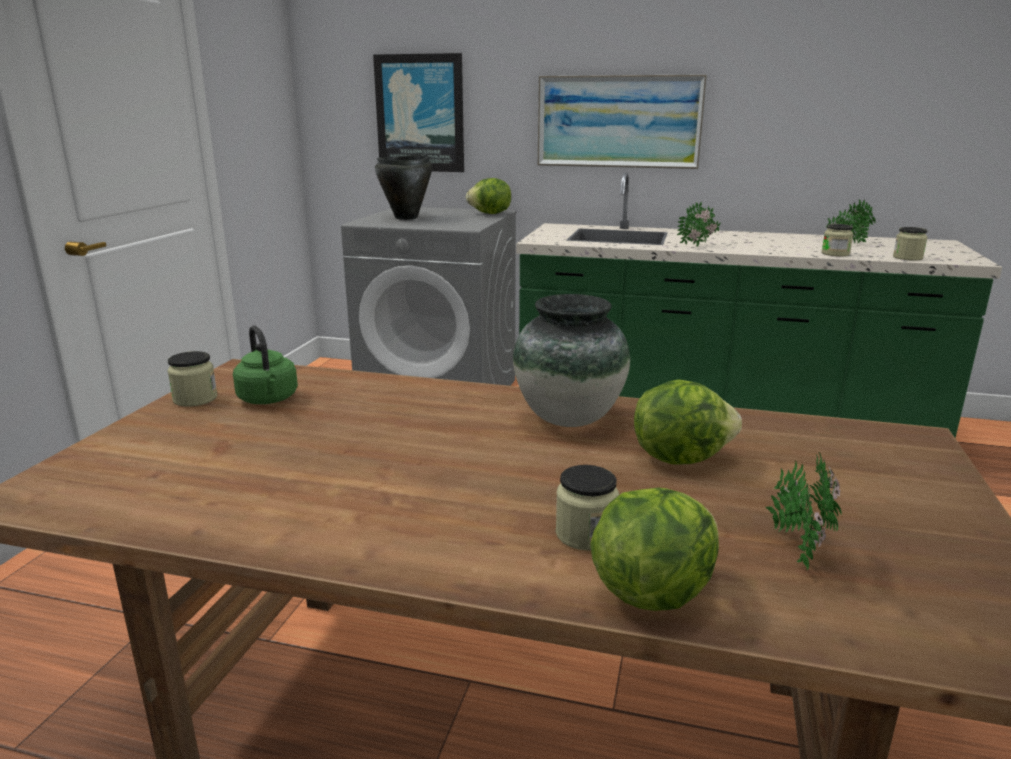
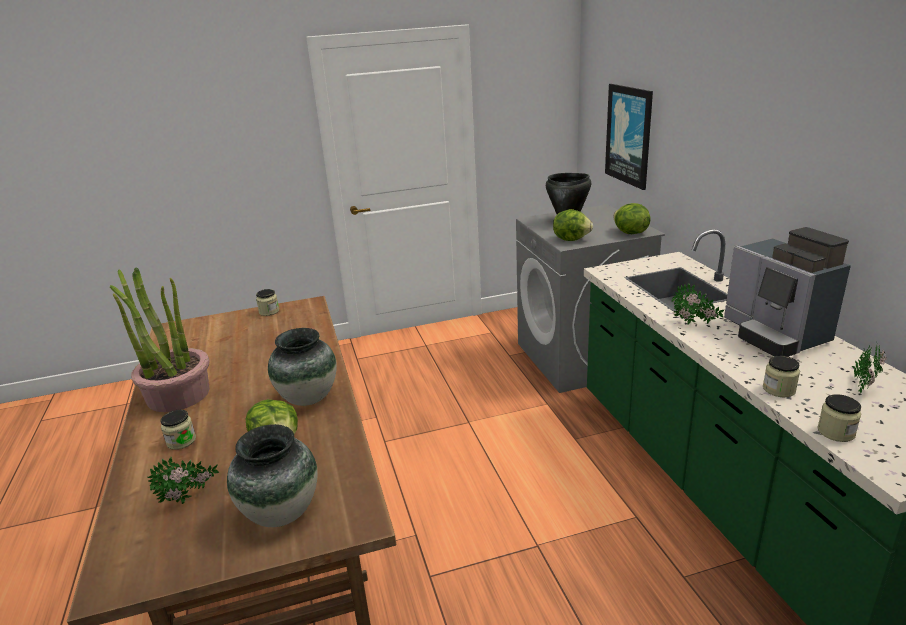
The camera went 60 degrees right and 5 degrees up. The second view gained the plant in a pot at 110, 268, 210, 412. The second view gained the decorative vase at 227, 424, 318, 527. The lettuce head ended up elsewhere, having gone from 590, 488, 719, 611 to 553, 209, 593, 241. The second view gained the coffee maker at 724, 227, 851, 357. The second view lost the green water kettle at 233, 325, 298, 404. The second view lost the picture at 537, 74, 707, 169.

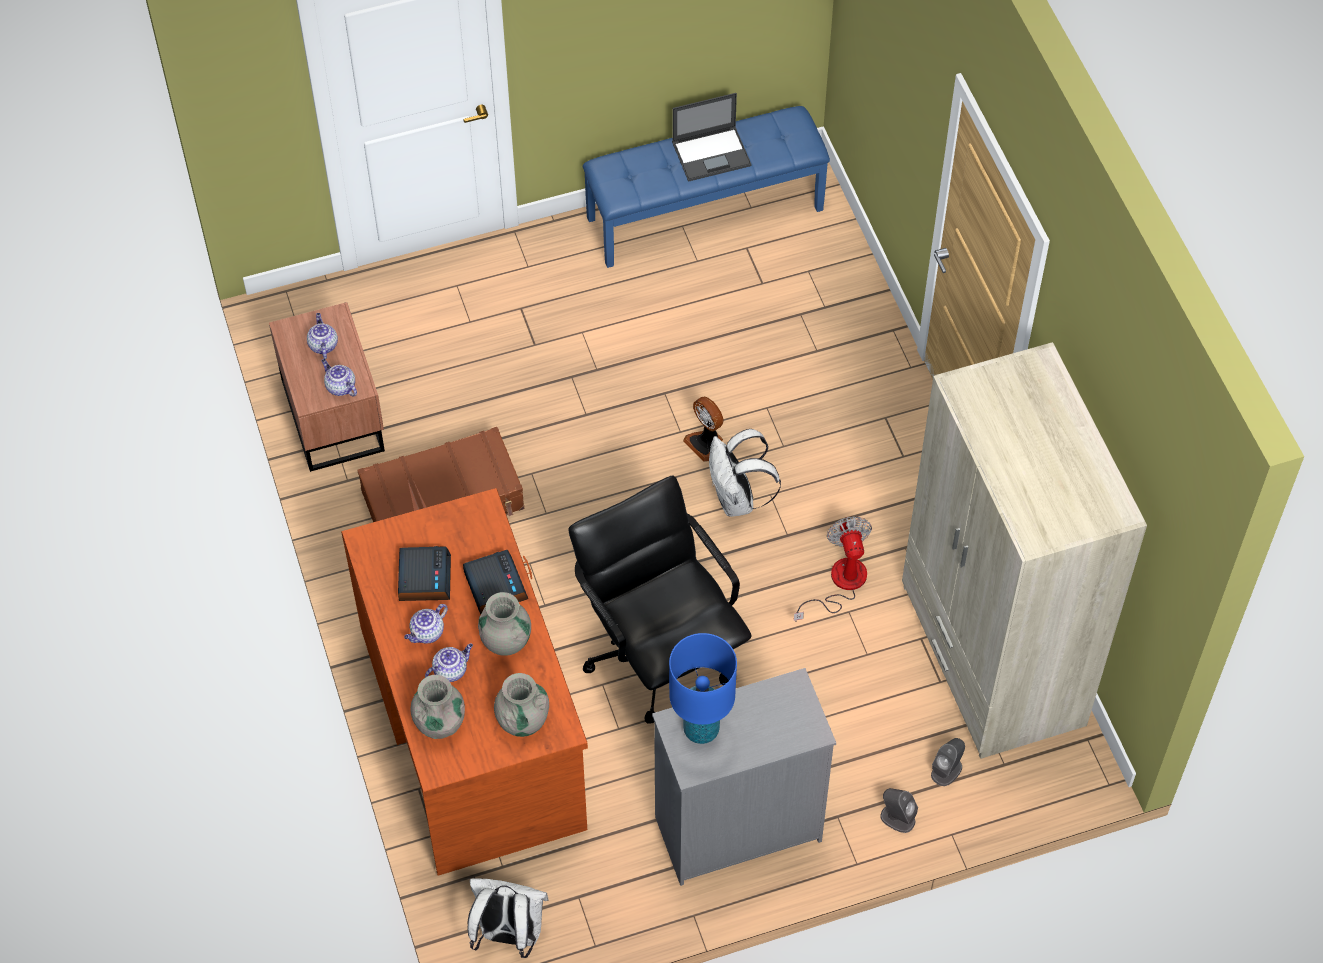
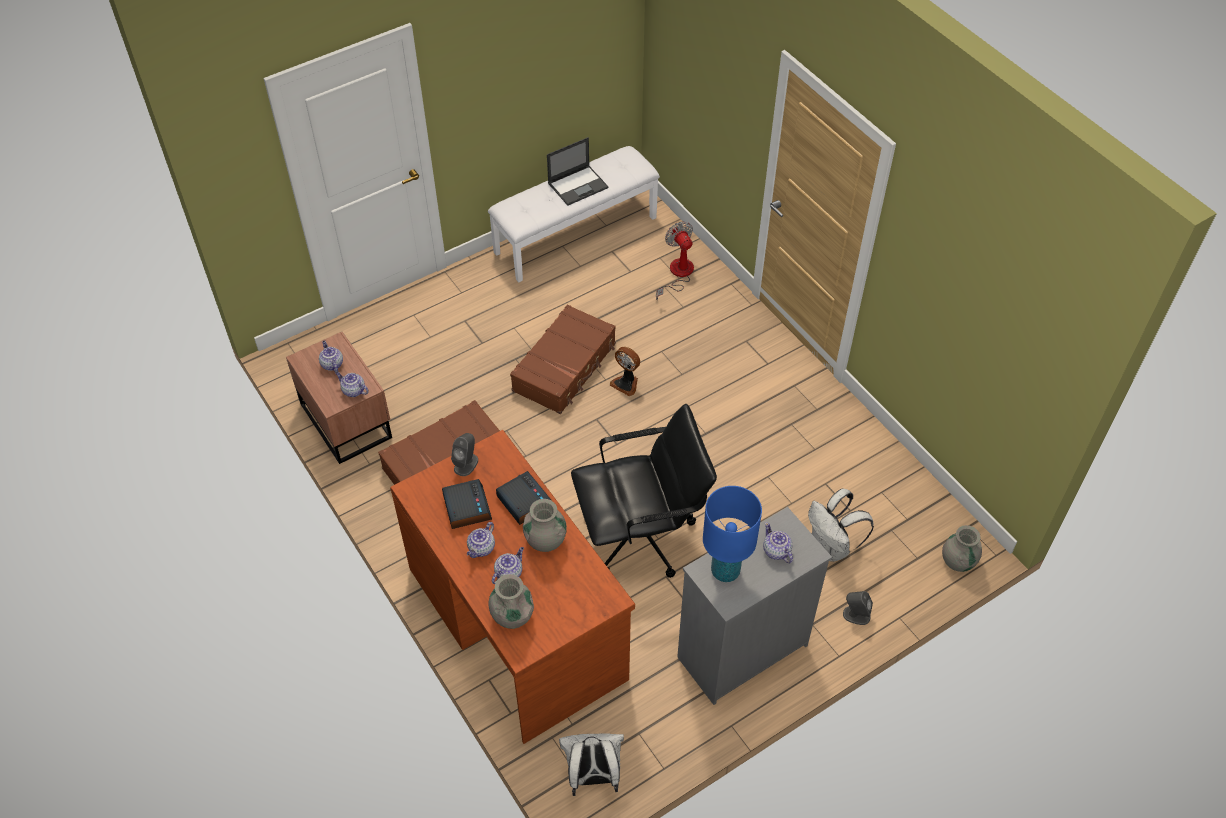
The camera went 15 degrees left and 5 degrees down. The greyish loudspeaker ended up elsewhere, having gone from 931, 738, 965, 786 to 451, 433, 478, 476. What was the blue-coloured bench at 583, 106, 830, 268 turned into the white bench at 488, 146, 660, 282. The second view gained the brown travel case at 510, 304, 616, 414. The blackish computer chair at 569, 475, 752, 724 ended up facing another way, 120 degrees clockwise from before. The fan ended up elsewhere, having gone from 794, 517, 872, 622 to 656, 222, 694, 300. The second view gained the teapot at 763, 522, 793, 563. The white backpack ended up elsewhere, having gone from 709, 429, 781, 517 to 808, 489, 874, 562. The greyish decorative vase ended up elsewhere, having gone from 494, 673, 549, 737 to 942, 525, 982, 572. The second view lost the sand-coloured wardrobe at 902, 342, 1147, 759.

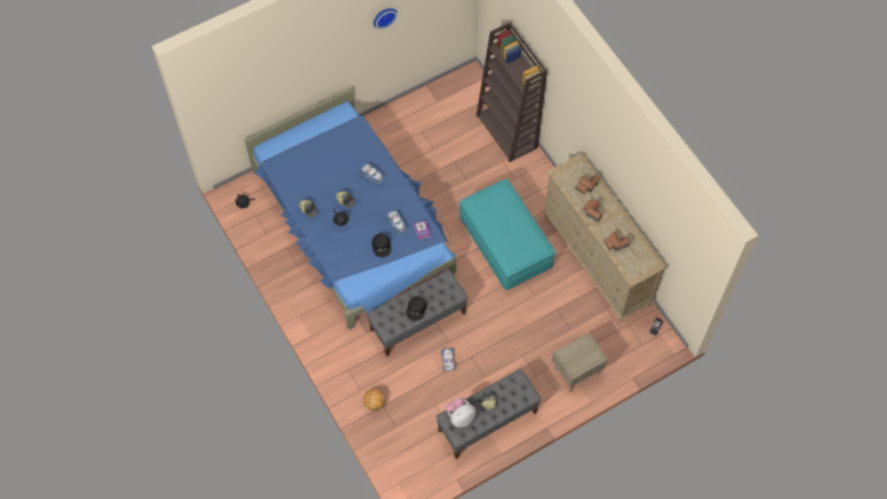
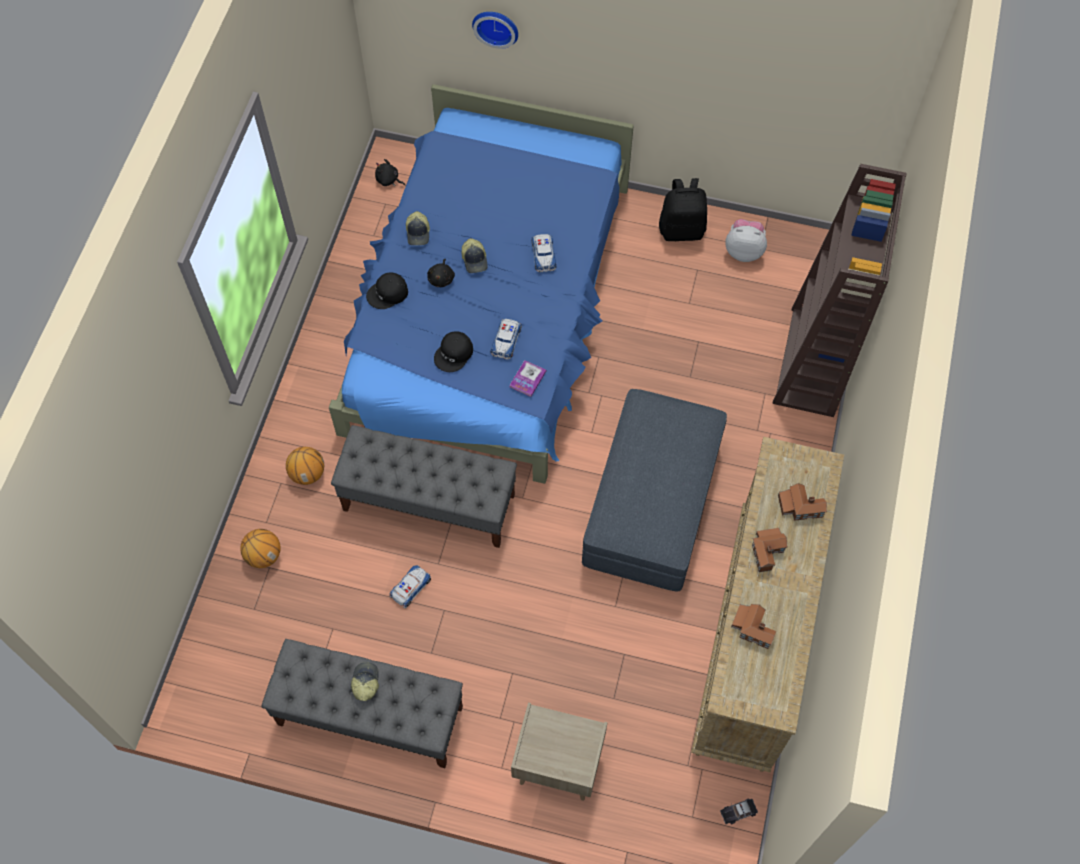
The camera went 45 degrees right and 0 degrees up. The second view gained the basketball at 286, 447, 324, 485. The blackish peaked cap ended up elsewhere, having gone from 406, 297, 427, 321 to 366, 273, 408, 309. The wall clock ended up elsewhere, having gone from 373, 8, 398, 29 to 472, 12, 518, 49. What was the turquoise-coloured ottoman at 460, 179, 555, 290 turned into the greyish ottoman at 582, 389, 727, 592. The second view gained the blackish backpack at 659, 178, 707, 241. The cuddly toy ended up elsewhere, having gone from 446, 398, 476, 428 to 725, 219, 767, 262.

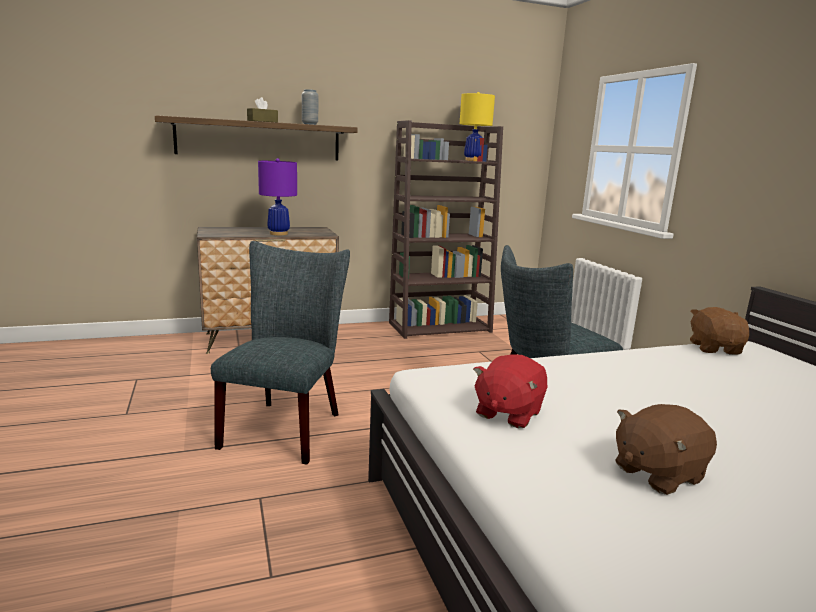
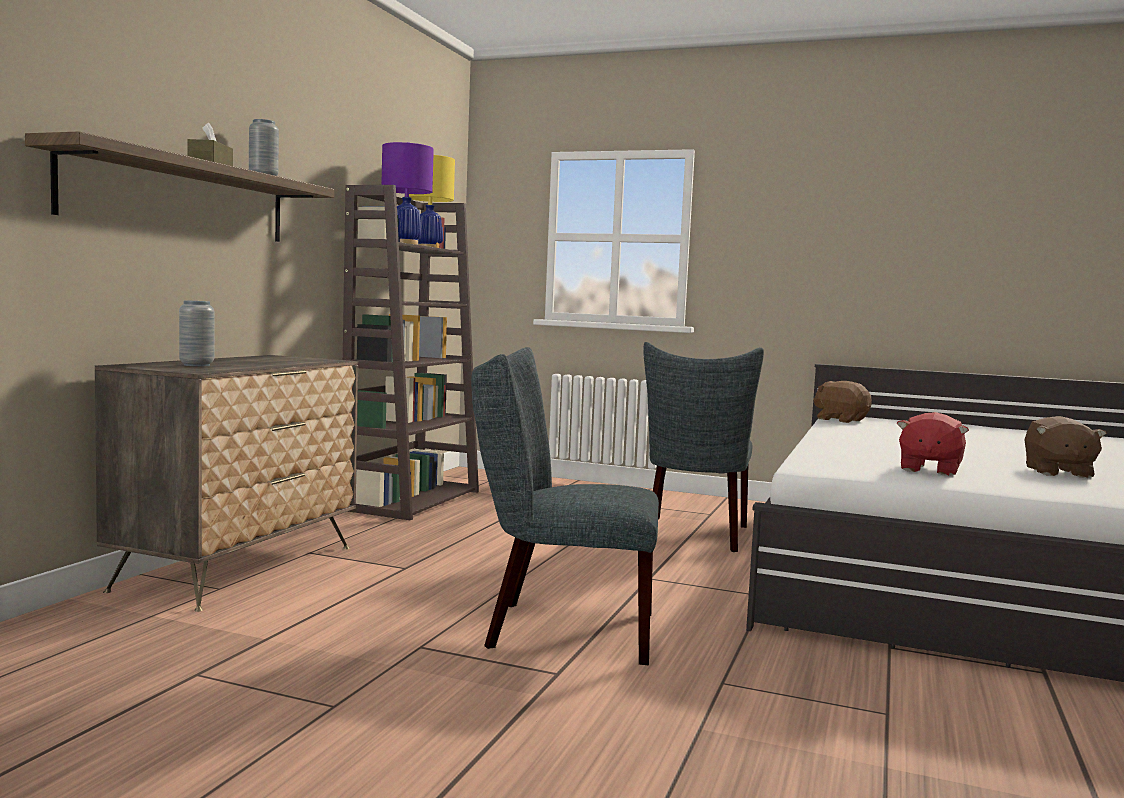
The camera went 50 degrees left and 10 degrees down. The second view gained the greyish decorative vase at 179, 300, 214, 367. The purple-coloured tabletop lamp ended up elsewhere, having gone from 258, 158, 297, 235 to 381, 142, 434, 245. The greyish upright chair at 211, 241, 350, 464 ended up facing another way, 45 degrees counterclockwise from before. The reddish cuddly toy at 473, 354, 548, 428 ended up facing another way, 45 degrees clockwise from before.

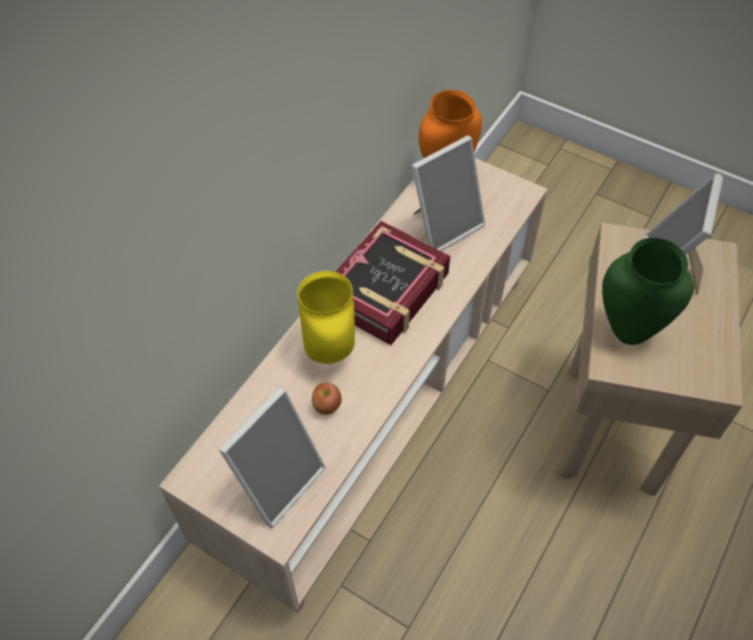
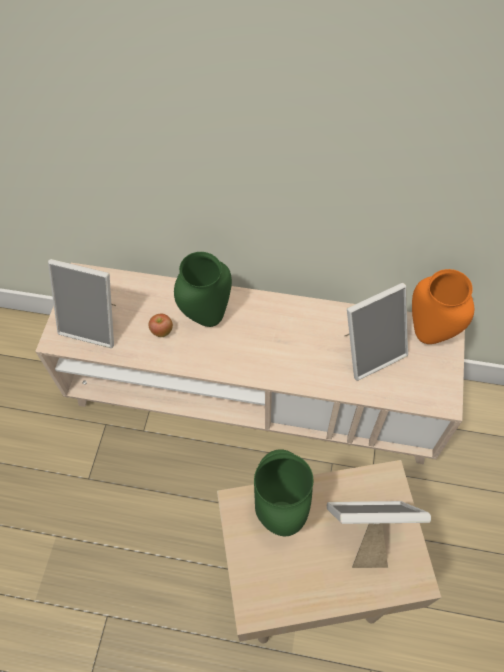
The camera went 70 degrees right and 5 degrees up. What was the yellow-coloured decorative vase at 297, 271, 355, 364 turned into the green decorative vase at 174, 252, 232, 327. The standing frame at 412, 135, 485, 251 ended up facing another way, 60 degrees counterclockwise from before. The second view lost the volume at 336, 221, 450, 345.

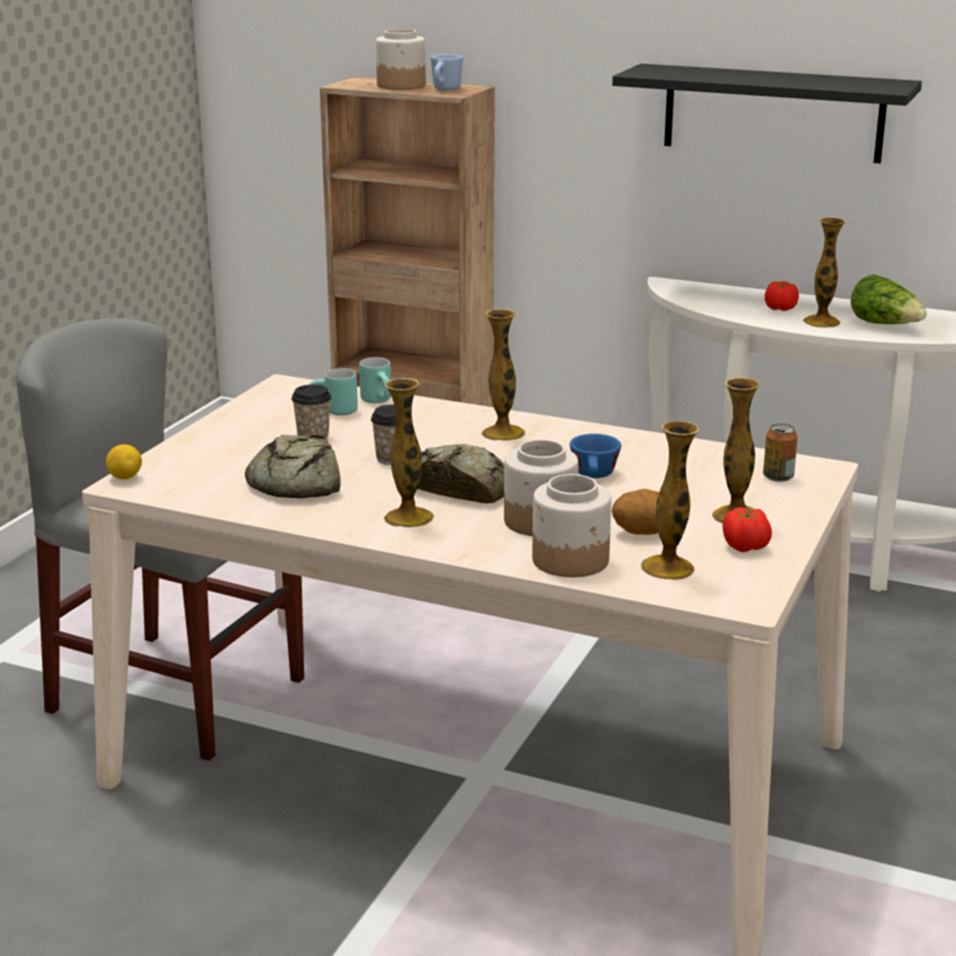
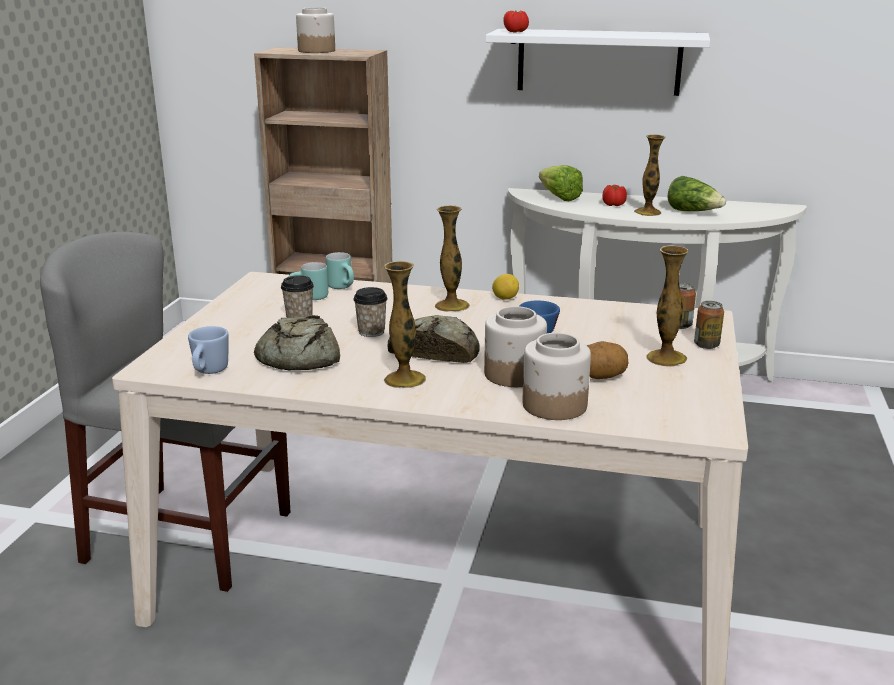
The camera went 10 degrees left and 0 degrees up. The blue-coloured coffee mug ended up elsewhere, having gone from 431, 54, 463, 90 to 188, 326, 229, 374. What was the blackish bracket shelf at 612, 64, 922, 163 turned into the white bracket shelf at 485, 29, 710, 96. The whole lemon ended up elsewhere, having gone from 106, 444, 142, 480 to 492, 274, 519, 300. The whole tomato ended up elsewhere, having gone from 723, 507, 772, 552 to 503, 10, 529, 33. The second view gained the lettuce head at 539, 165, 583, 201. The second view gained the can at 694, 301, 724, 349. The second view lost the decorative vase at 641, 421, 699, 580.

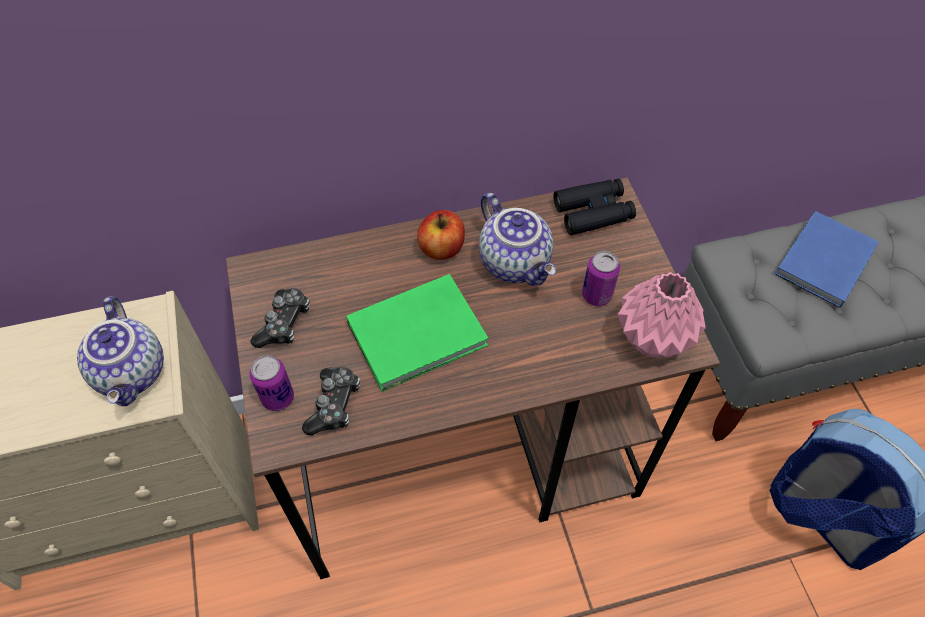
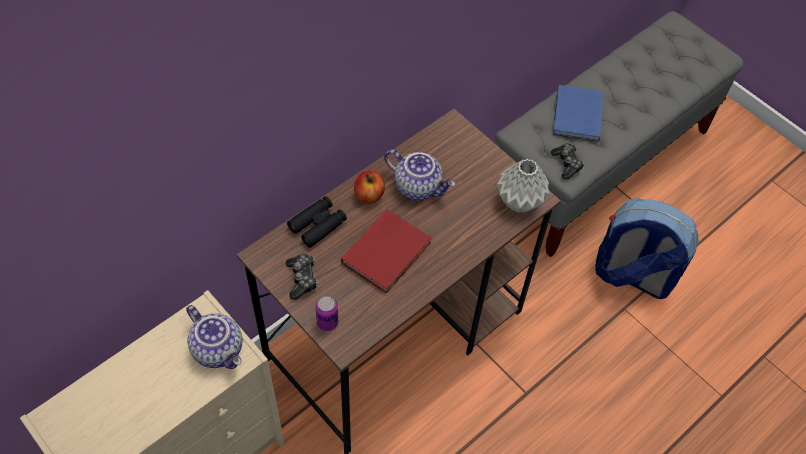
The camera went 30 degrees left and 0 degrees up. The blackish field glasses ended up elsewhere, having gone from 553, 179, 636, 235 to 287, 196, 347, 248. What was the green volume at 346, 274, 489, 392 turned into the reddish volume at 341, 209, 432, 294. What was the pink-coloured decorative vase at 618, 272, 706, 358 turned into the greyish decorative vase at 497, 159, 549, 213. The gamepad ended up elsewhere, having gone from 302, 367, 360, 435 to 551, 143, 584, 180. The second view lost the can at 582, 251, 620, 306.

